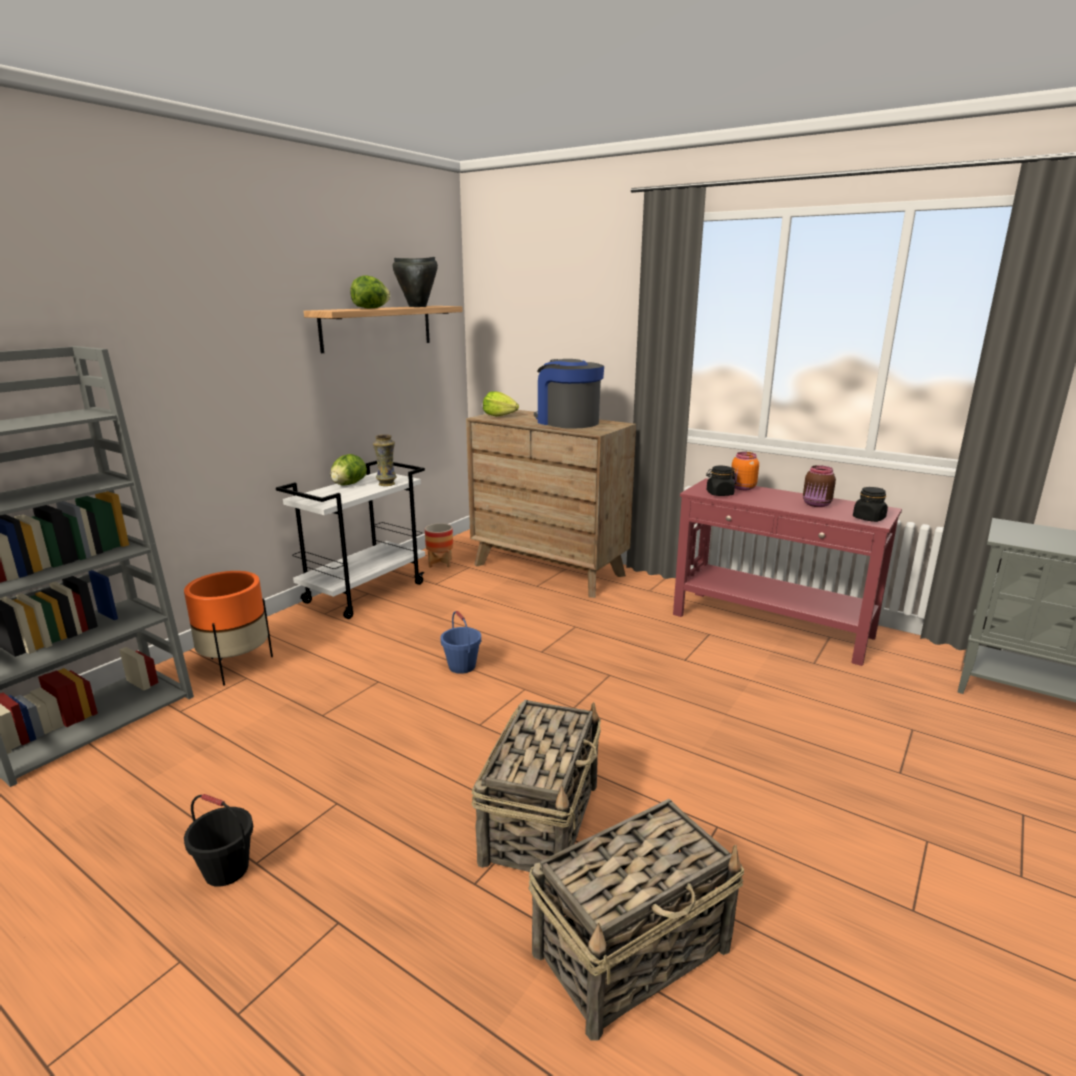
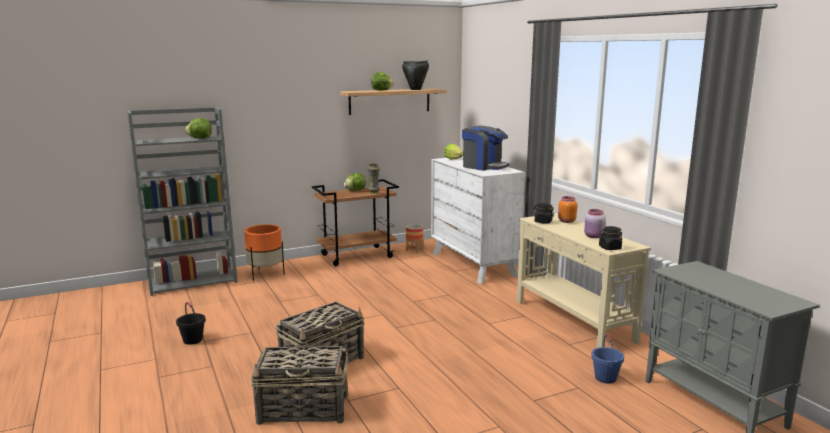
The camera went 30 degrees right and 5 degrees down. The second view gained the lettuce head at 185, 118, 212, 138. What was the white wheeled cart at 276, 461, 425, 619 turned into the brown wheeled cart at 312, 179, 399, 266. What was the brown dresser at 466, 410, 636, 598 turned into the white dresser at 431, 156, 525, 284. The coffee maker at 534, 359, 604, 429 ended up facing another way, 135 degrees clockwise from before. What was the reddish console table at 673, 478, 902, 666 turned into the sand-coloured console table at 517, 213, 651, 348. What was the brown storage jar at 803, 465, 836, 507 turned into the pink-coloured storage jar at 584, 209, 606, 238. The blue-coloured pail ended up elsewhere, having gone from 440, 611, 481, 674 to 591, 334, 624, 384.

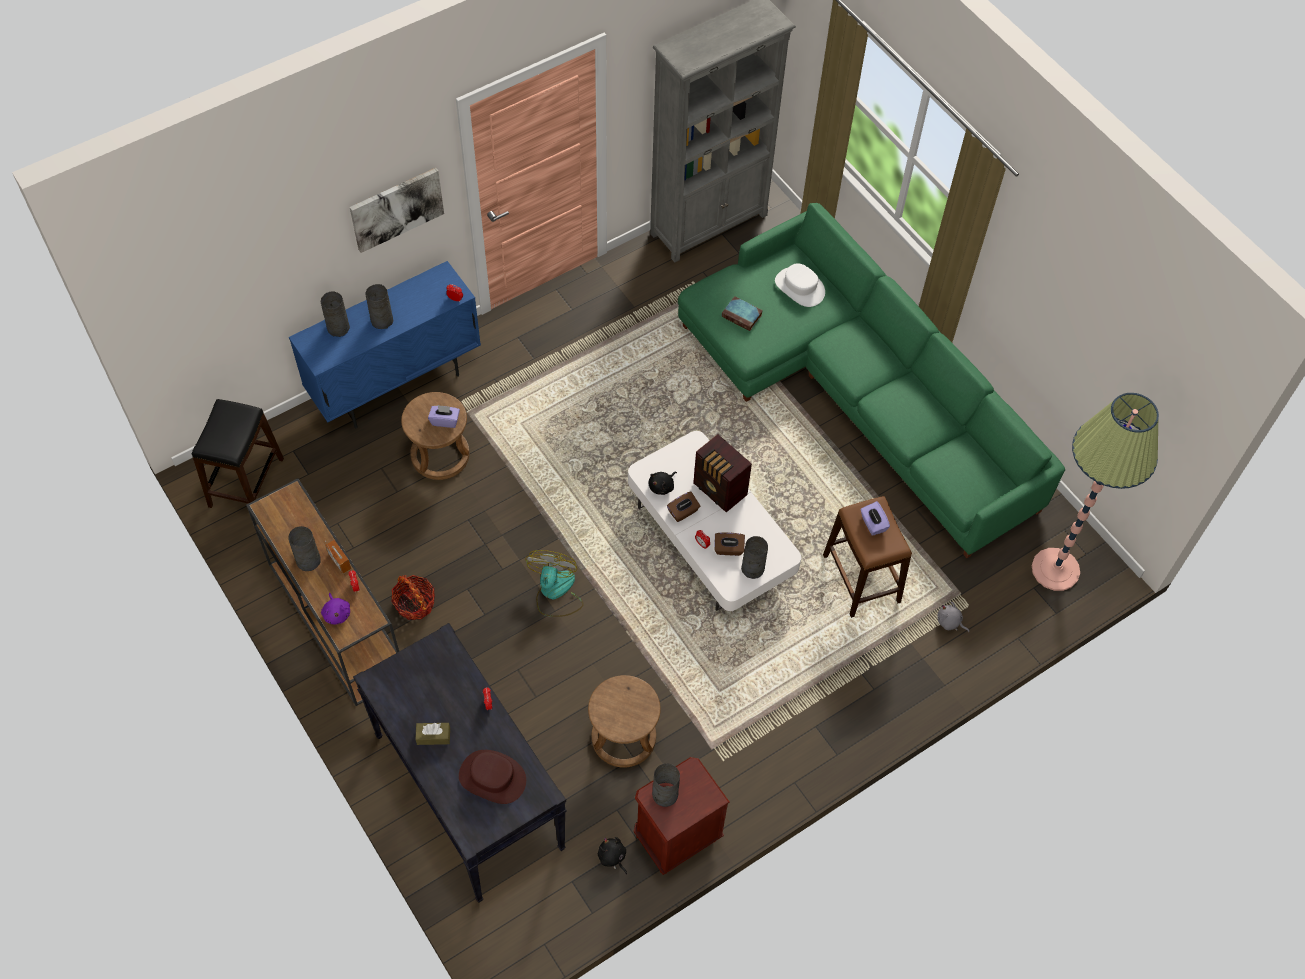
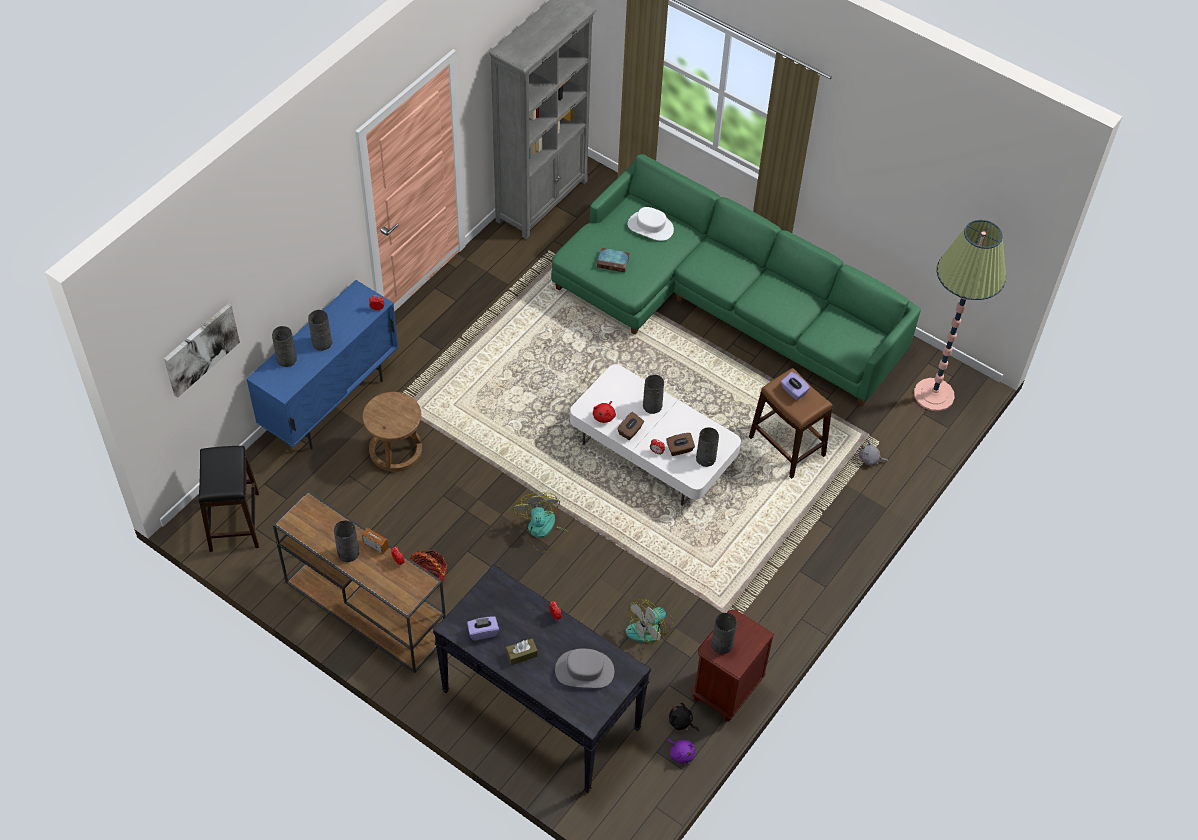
The camera went 20 degrees left and 5 degrees down. The picture ended up elsewhere, having gone from 350, 168, 444, 253 to 164, 303, 240, 398. The purple-coloured tissue box ended up elsewhere, having gone from 428, 405, 460, 428 to 467, 616, 499, 641. What was the brown hat at 459, 750, 526, 804 turned into the greyish hat at 555, 648, 614, 688. What was the blackish cuddly toy at 649, 472, 677, 495 turned into the reddish cuddly toy at 593, 401, 616, 423. Where the brown stool stood at 588, 675, 661, 768, the fan came to stand at 625, 599, 674, 644. Where the radio set stood at 693, 434, 752, 512, the greyish decorative vase came to stand at 643, 375, 664, 414. The purple-coloured cuddly toy ended up elsewhere, having gone from 321, 593, 350, 624 to 667, 738, 695, 764.

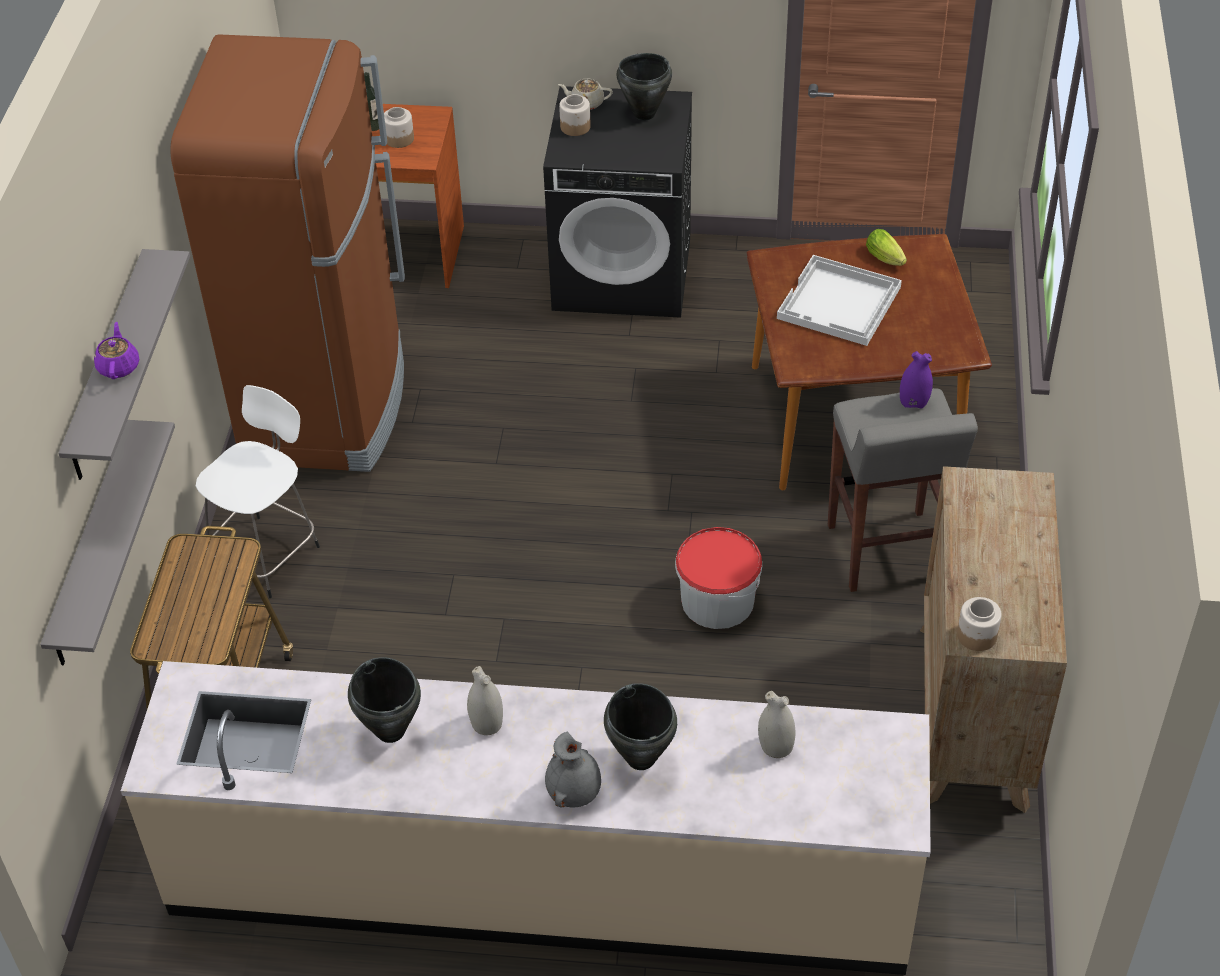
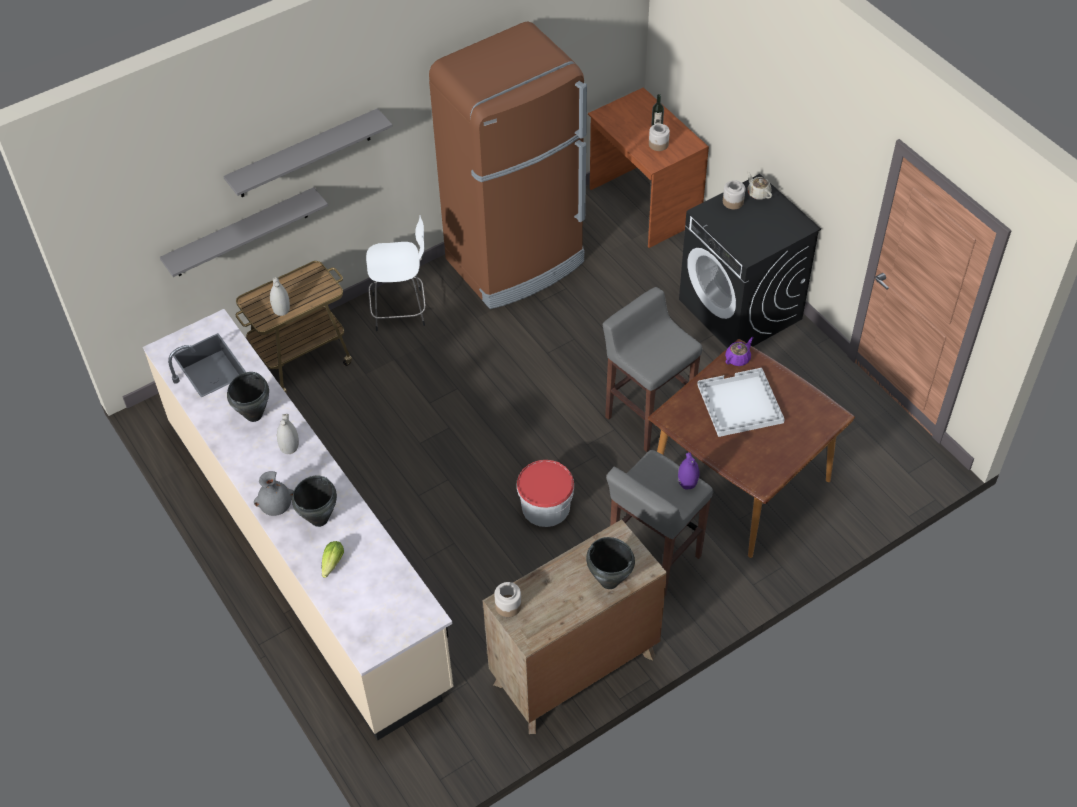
The camera went 50 degrees right and 5 degrees up. The white decorative vase ended up elsewhere, having gone from 758, 691, 795, 758 to 270, 277, 290, 316. The lettuce head ended up elsewhere, having gone from 866, 229, 907, 266 to 322, 541, 344, 578. The blackish saucepot ended up elsewhere, having gone from 616, 53, 672, 121 to 586, 537, 635, 589. The second view gained the greyish stool at 603, 287, 702, 452. The purple-coloured teapot ended up elsewhere, having gone from 94, 322, 139, 379 to 725, 337, 754, 366.

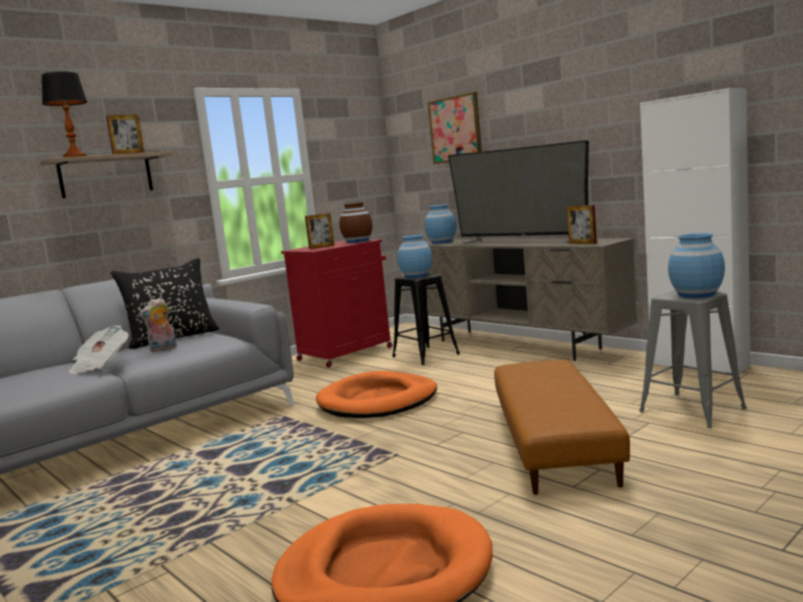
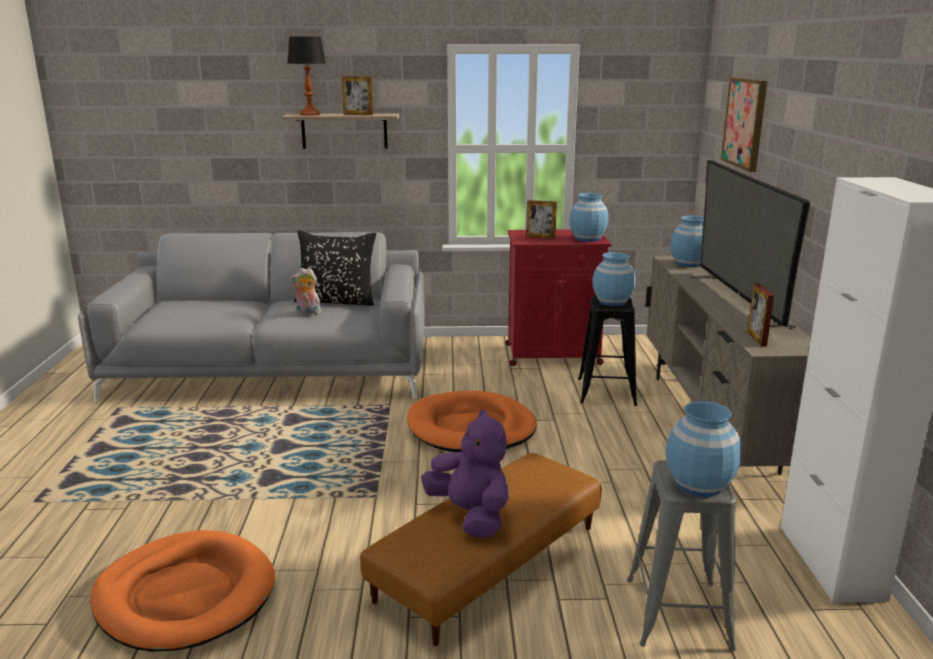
The camera went 40 degrees right and 10 degrees up. The second view gained the purple-coloured cuddly toy at 421, 409, 509, 538. What was the brown decorative vase at 339, 202, 373, 243 turned into the blue-coloured decorative vase at 569, 193, 609, 242. The second view lost the daily paper at 69, 326, 129, 373.

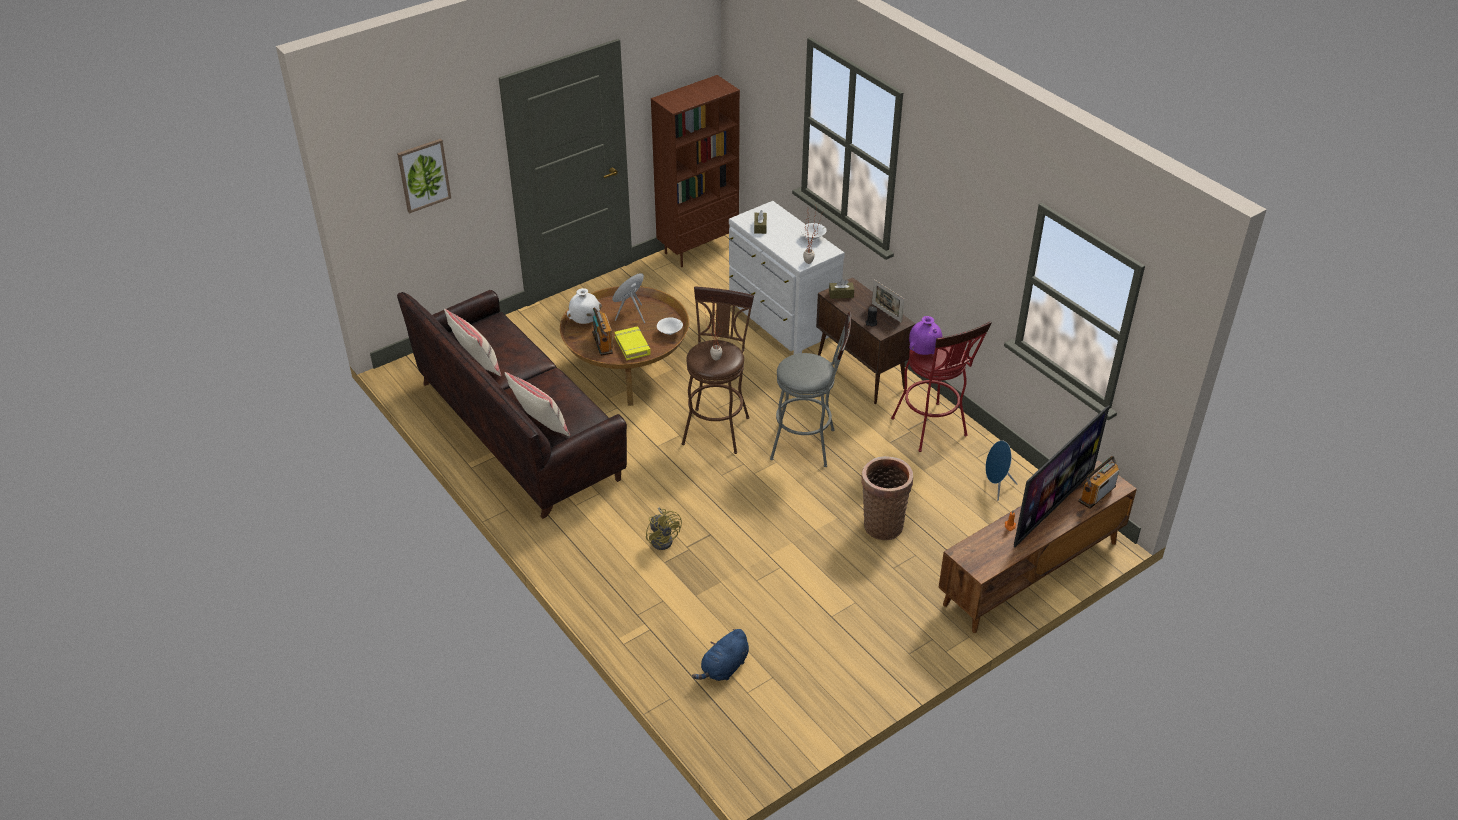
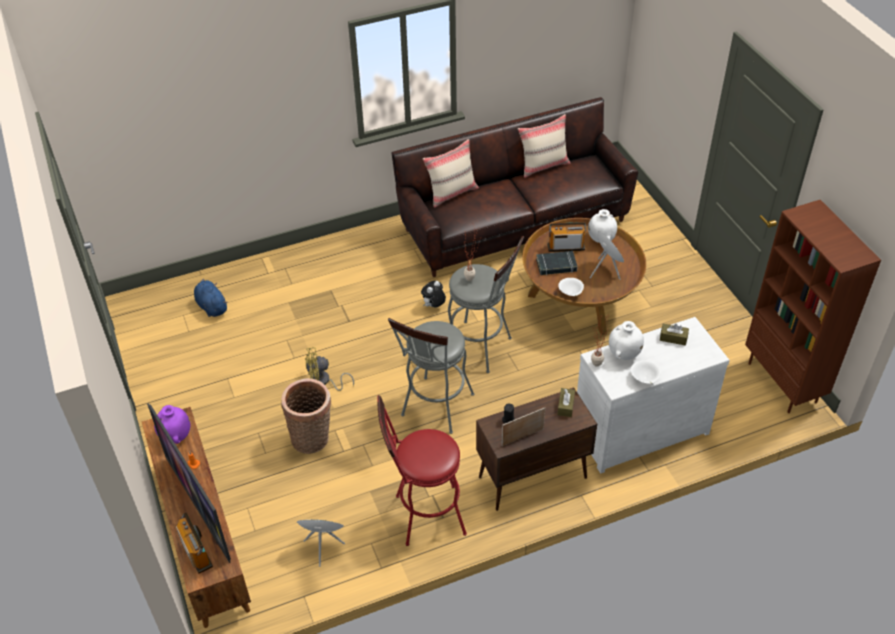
The camera went 105 degrees right and 5 degrees up. The purple-coloured decorative vase ended up elsewhere, having gone from 909, 316, 942, 355 to 154, 405, 190, 444. The yellow-coloured fan ended up elsewhere, having gone from 646, 508, 682, 550 to 305, 347, 354, 391. The second view gained the cuddly toy at 421, 281, 446, 307. What was the brown stool at 682, 286, 754, 454 turned into the greyish stool at 448, 236, 524, 373. What was the yellow-coloured volume at 614, 327, 651, 360 turned into the blackish volume at 536, 251, 578, 275. The second view gained the white decorative vase at 609, 321, 644, 360. The second view lost the picture at 397, 139, 451, 213.

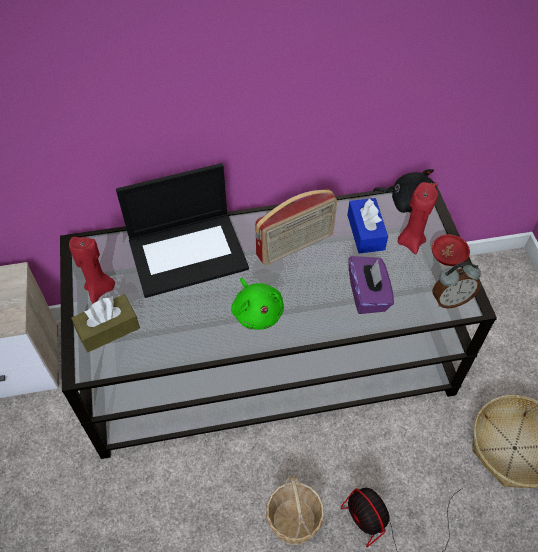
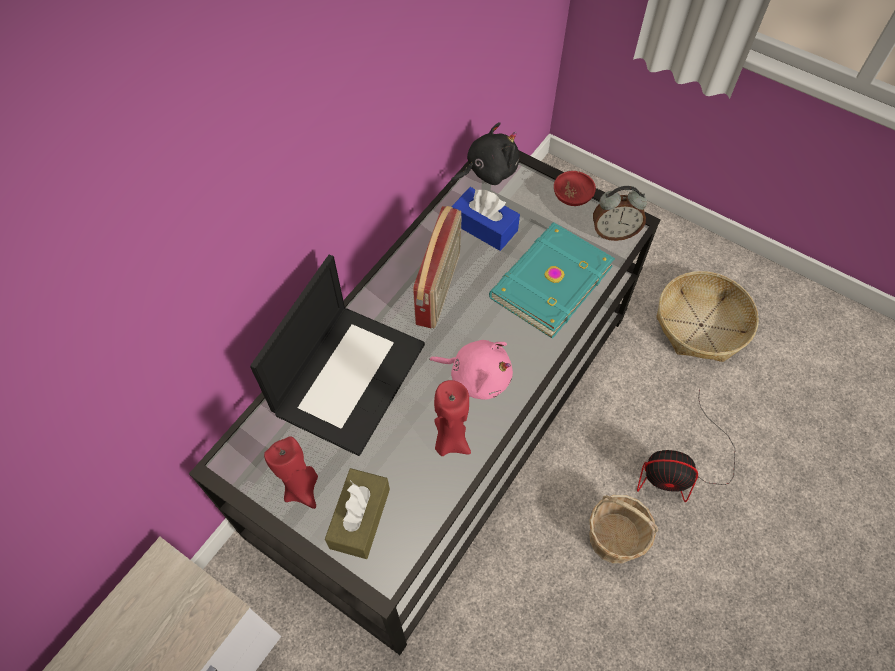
The camera went 45 degrees left and 5 degrees up. What was the green cuddly toy at 231, 278, 284, 330 turned into the pink-coloured cuddly toy at 430, 340, 513, 400. The reddish wax light ended up elsewhere, having gone from 398, 182, 438, 254 to 434, 380, 471, 456. Where the purple-coloured tissue box stood at 349, 256, 394, 314, the turquoise-coloured volume came to stand at 489, 222, 615, 339. The bedside clock at 433, 262, 481, 308 ended up facing another way, 60 degrees clockwise from before.

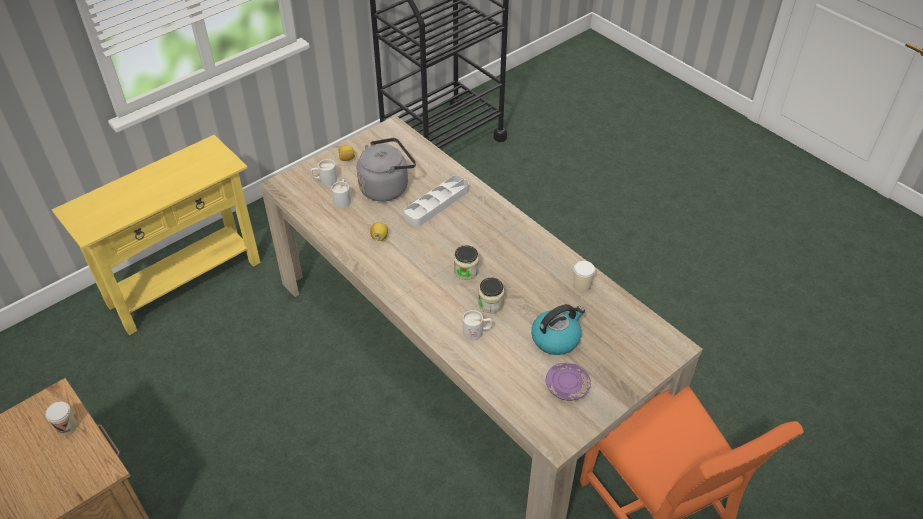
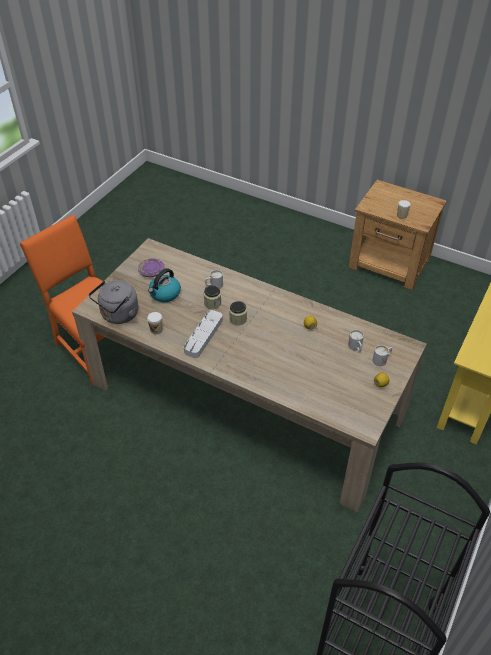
The camera went 160 degrees right and 0 degrees up. The greyish water kettle ended up elsewhere, having gone from 357, 138, 416, 202 to 89, 280, 138, 324. The greyish tray ended up elsewhere, having gone from 404, 175, 469, 227 to 184, 310, 223, 358.

